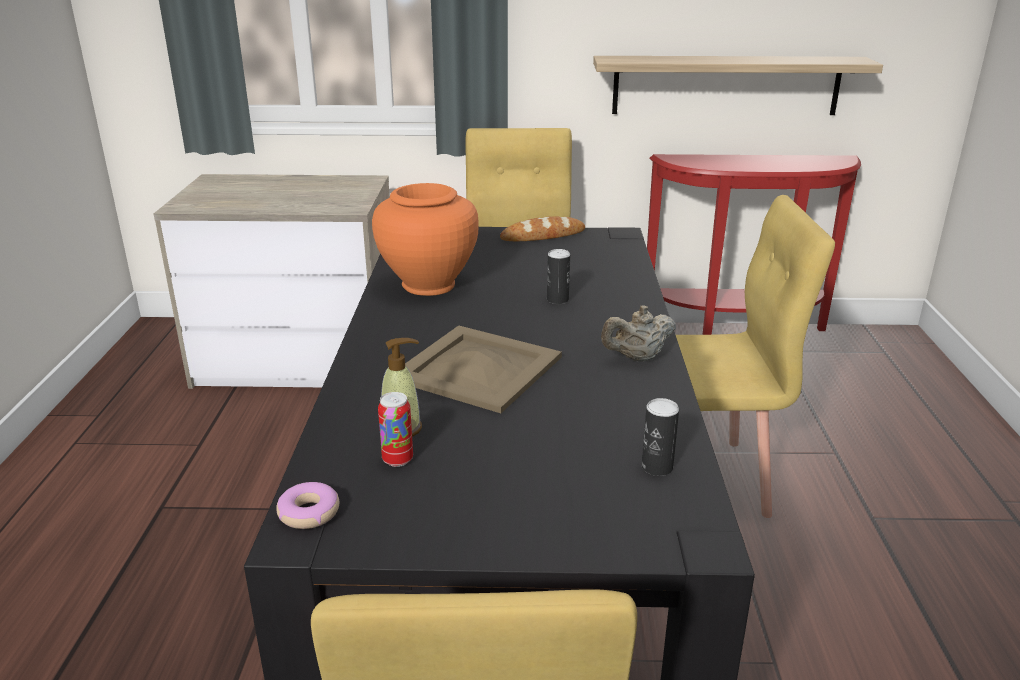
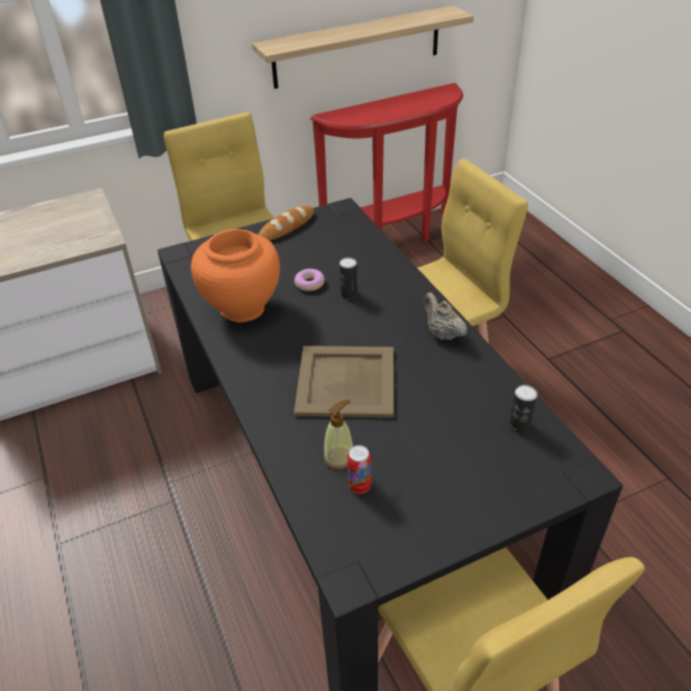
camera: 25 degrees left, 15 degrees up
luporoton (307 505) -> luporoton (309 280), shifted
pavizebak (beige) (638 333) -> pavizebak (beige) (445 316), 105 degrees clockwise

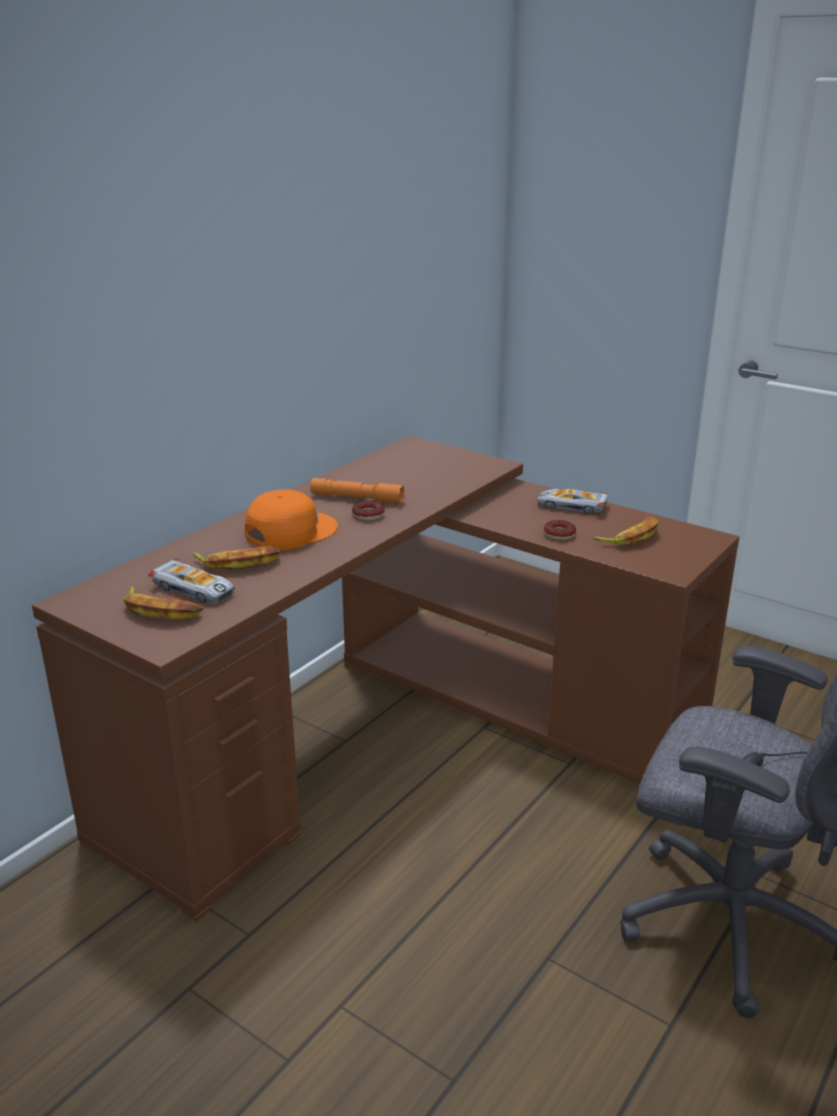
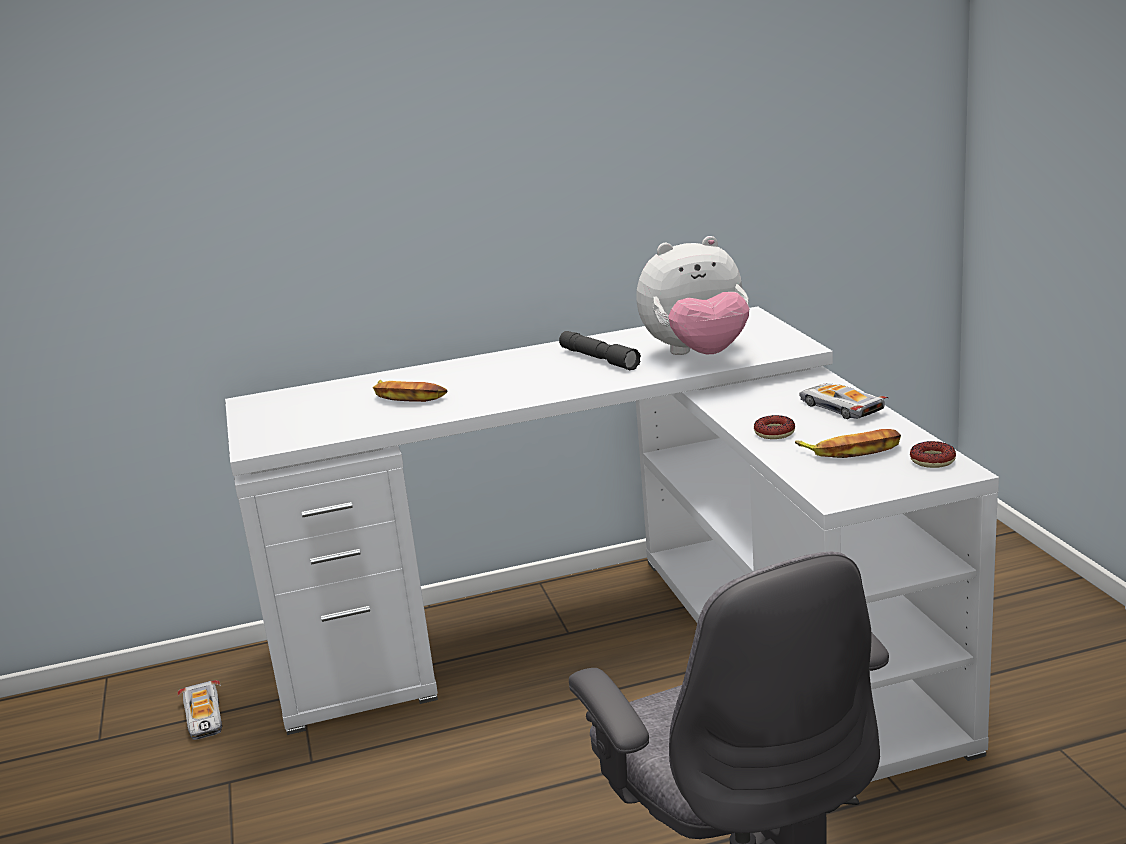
camera: 40 degrees right, 5 degrees down
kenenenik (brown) (385 678) -> kenenenik (white) (612 544)
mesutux (163 603) -> none
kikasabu (191 581) -> kikasabu (199 710), shifted
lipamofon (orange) (291 519) -> none
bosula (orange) (357 491) -> bosula (grey) (600 350)
luporoton (368 510) -> luporoton (933 454), shifted
none -> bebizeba (692 295)

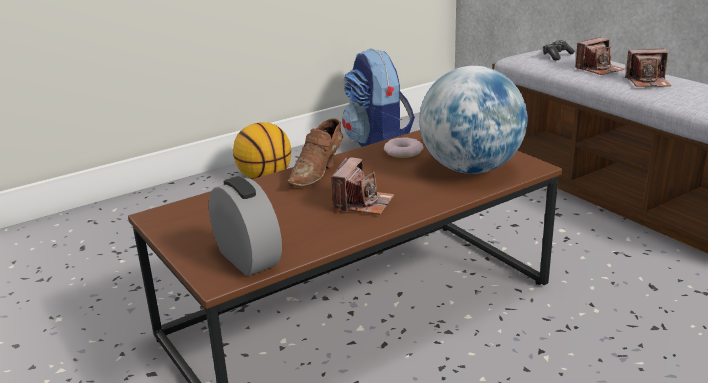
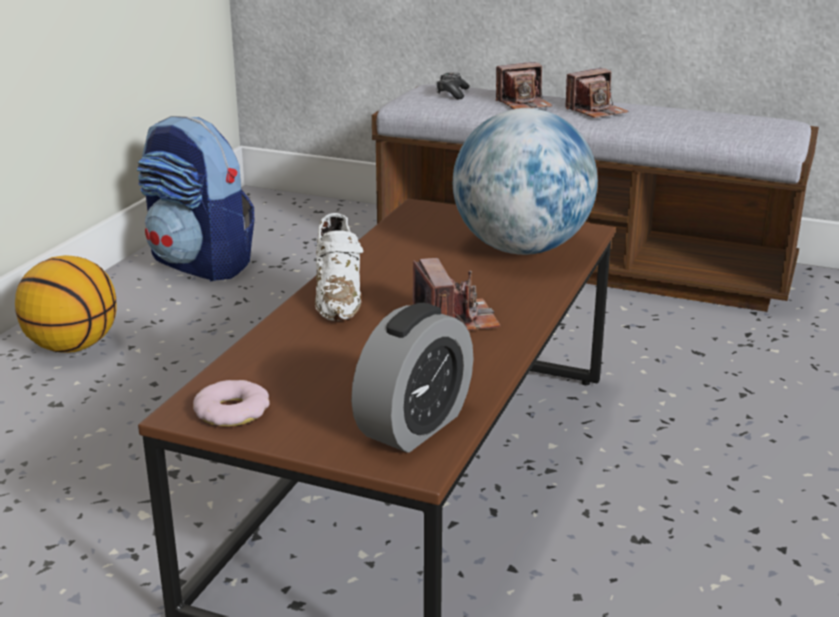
camera: 35 degrees left, 0 degrees up
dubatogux (245 226) -> dubatogux (412 378), 105 degrees clockwise
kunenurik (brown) (315 152) -> kunenurik (white) (339 267)
luporoton (403 147) -> luporoton (231 403), shifted
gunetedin (600 56) -> gunetedin (524 85), 45 degrees clockwise

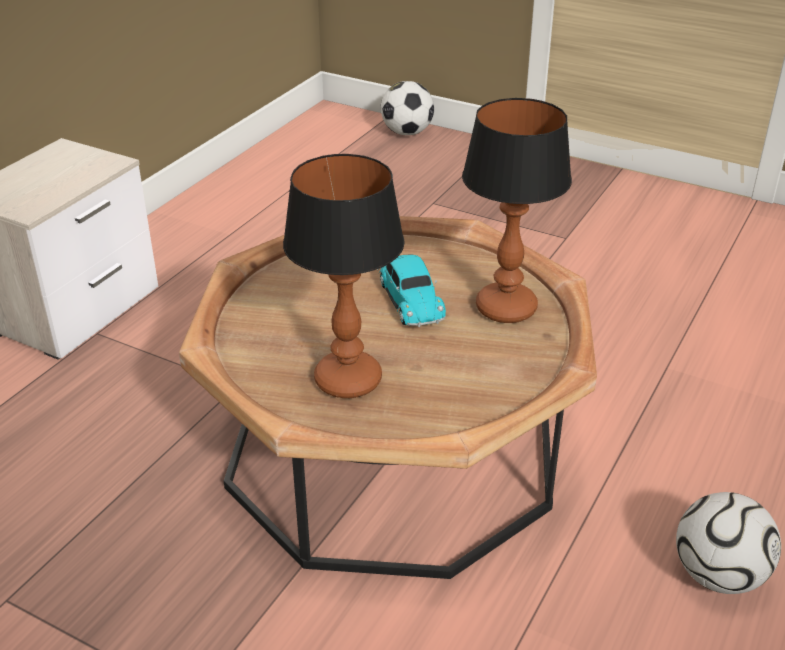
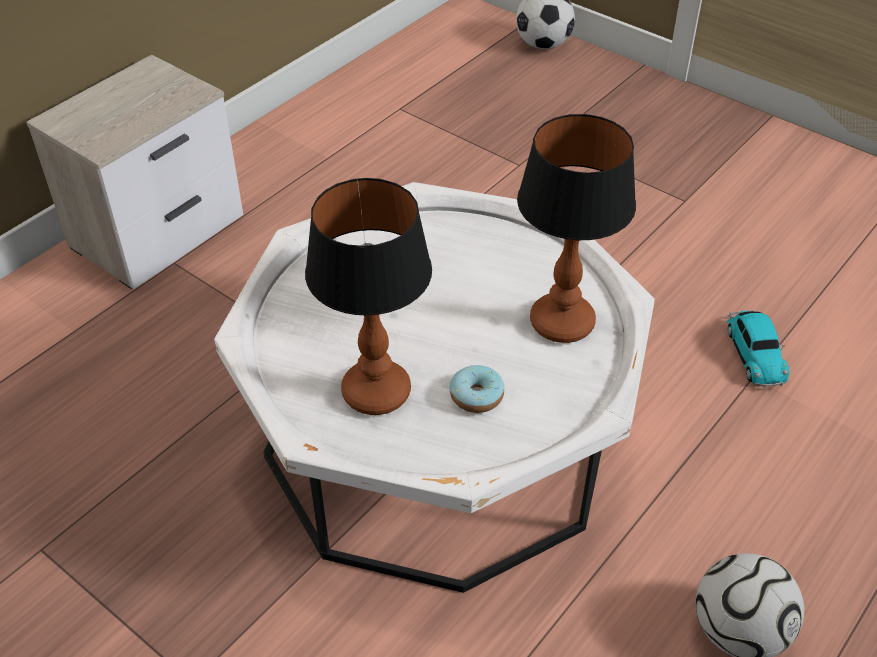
camera: 10 degrees right, 10 degrees up
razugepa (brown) (388 397) -> razugepa (white) (434 387)
kikasabu (411 290) -> kikasabu (757 349), shifted
none -> luporoton (476 389)

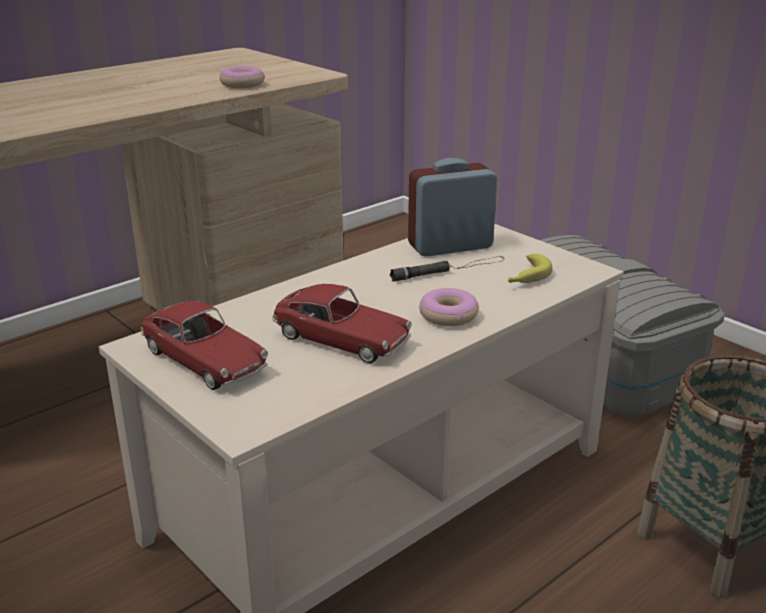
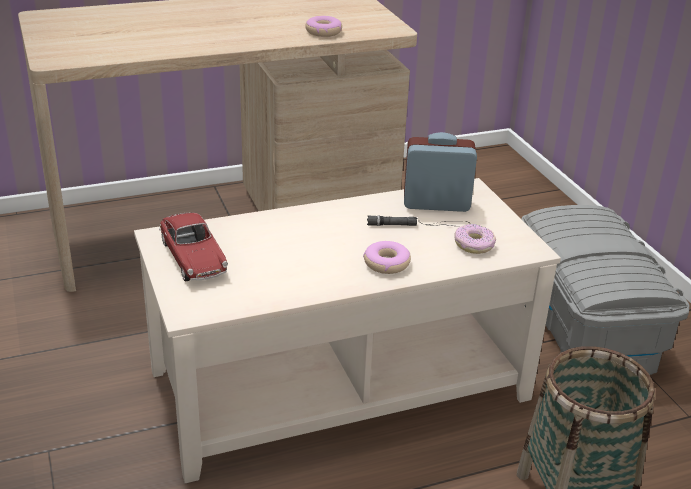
camera: 20 degrees right, 5 degrees up
kikasabu (341 323) -> none
mesutux (530 268) -> luporoton (475 239)

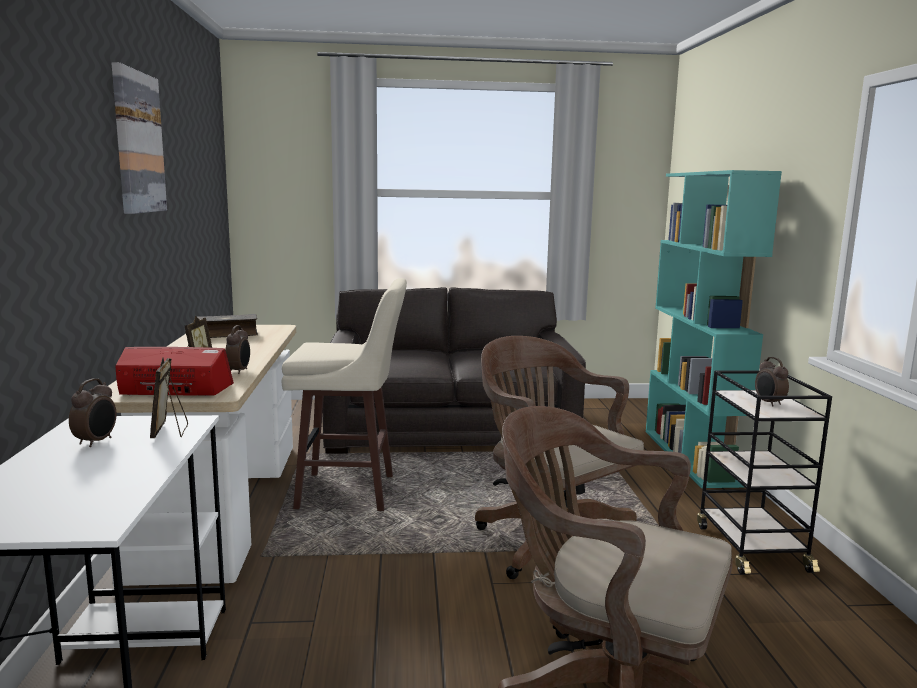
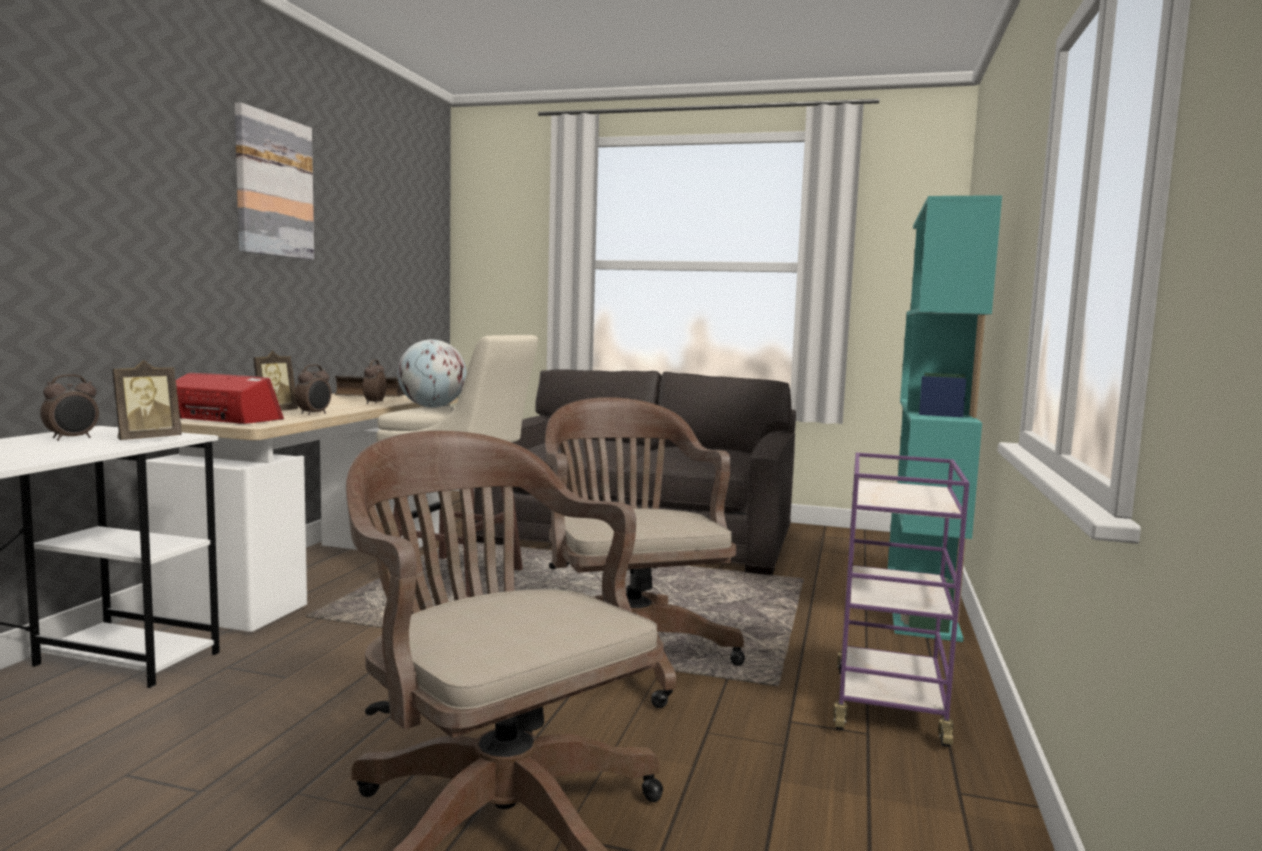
camera: 20 degrees right, 5 degrees down
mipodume (169 398) -> mipodume (147 400), 150 degrees counterclockwise
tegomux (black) (764 473) -> tegomux (purple) (901 600)
dubatogux (772 382) -> dubatogux (374 381), shifted
none -> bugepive (432 373)

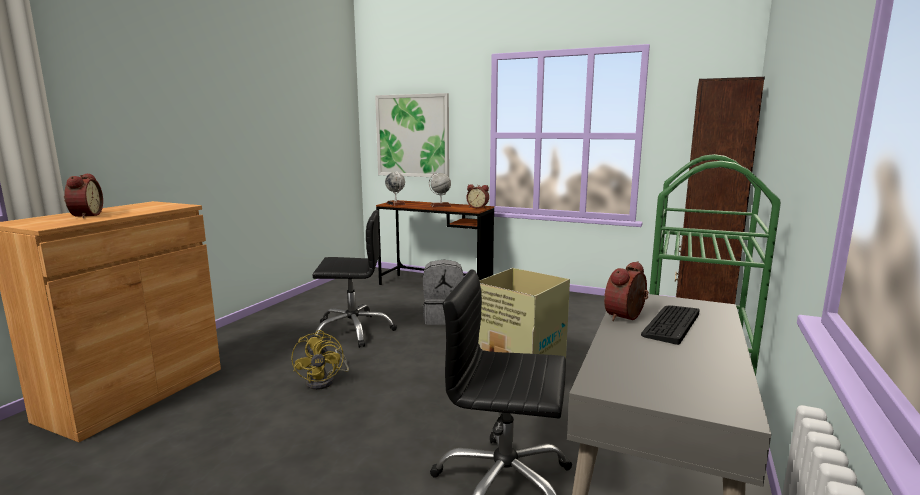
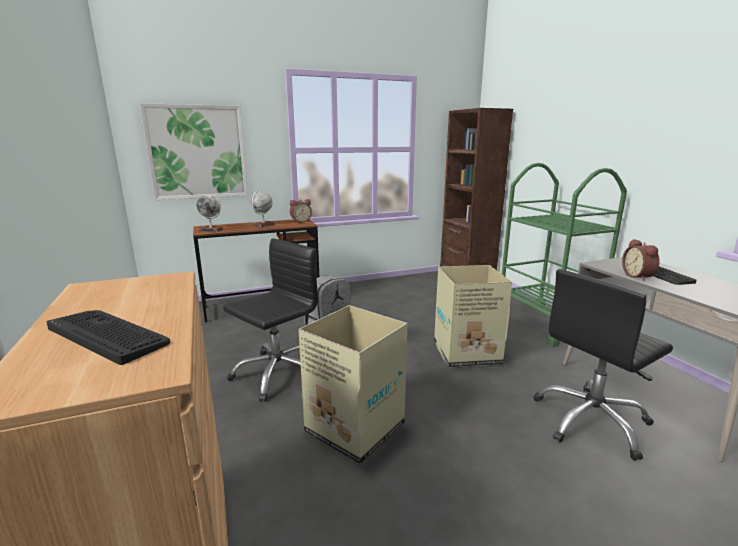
camera: 45 degrees left, 5 degrees up
dubatogux (83 195) -> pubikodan (108 337)
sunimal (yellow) (320 360) -> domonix (353 384)

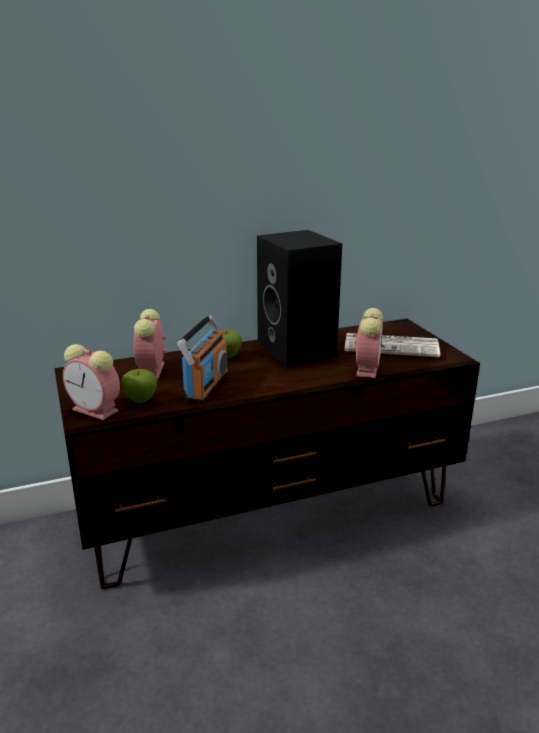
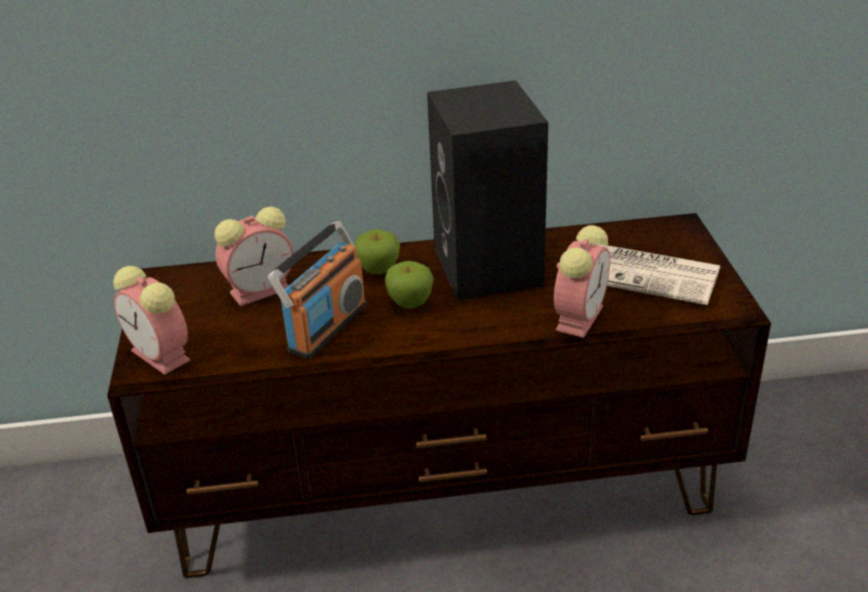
camera: 15 degrees right, 10 degrees up
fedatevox (139 386) -> fedatevox (409 285), shifted
dubatogux (150 344) -> dubatogux (254 256), 135 degrees counterclockwise

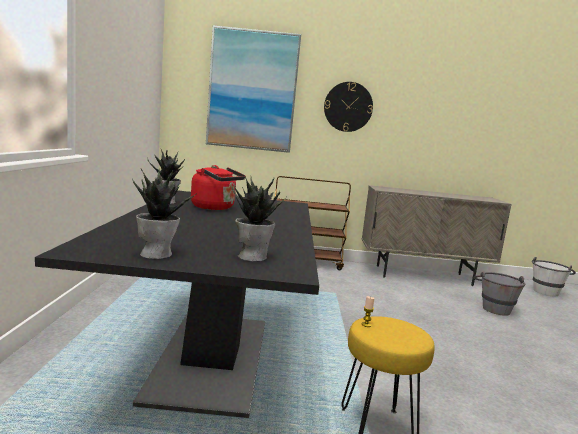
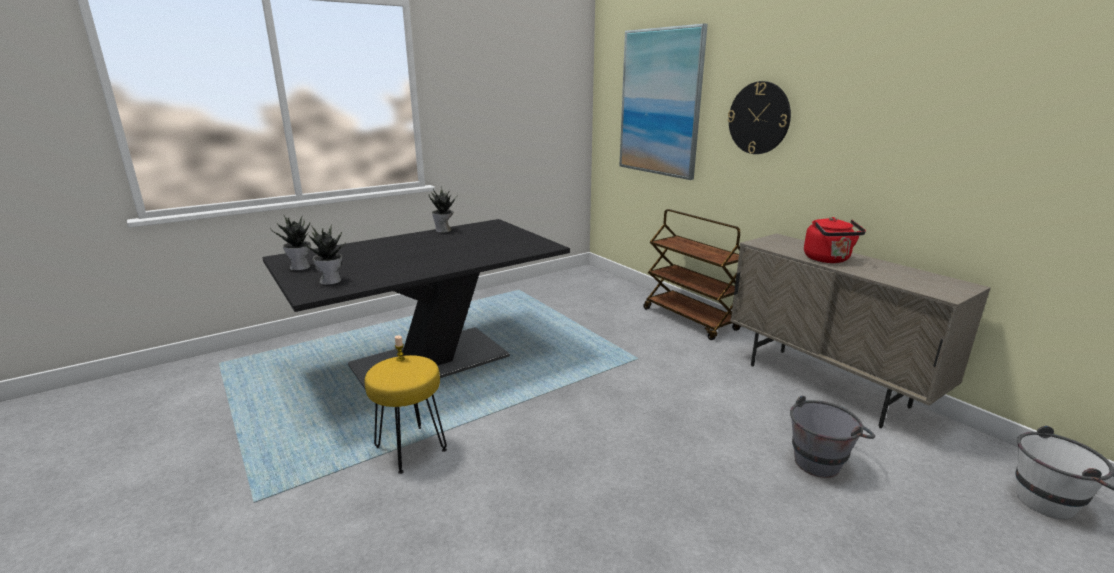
camera: 55 degrees right, 10 degrees up
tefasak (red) (218 187) -> tefasak (red) (835 240), shifted

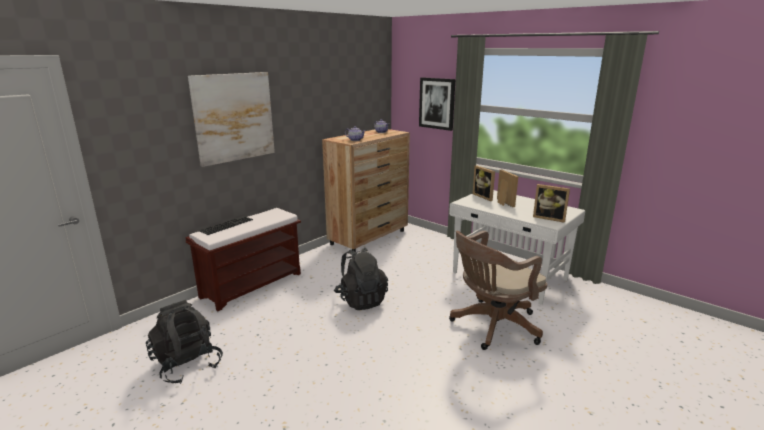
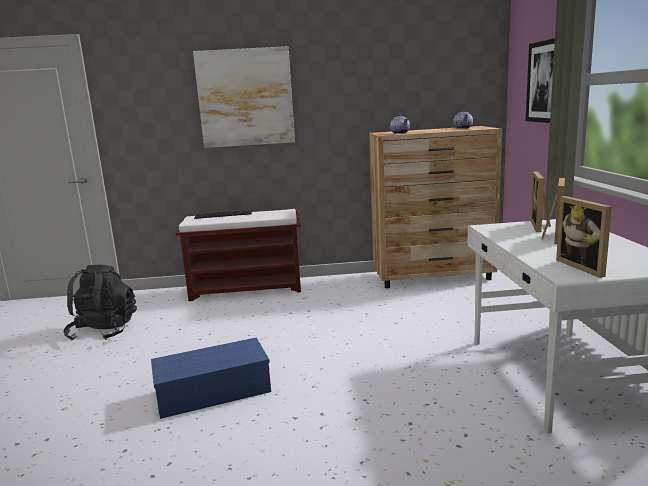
camera: 45 degrees right, 5 degrees down
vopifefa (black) (361 278) -> none
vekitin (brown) (498 290) -> none
none -> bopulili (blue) (211 378)

